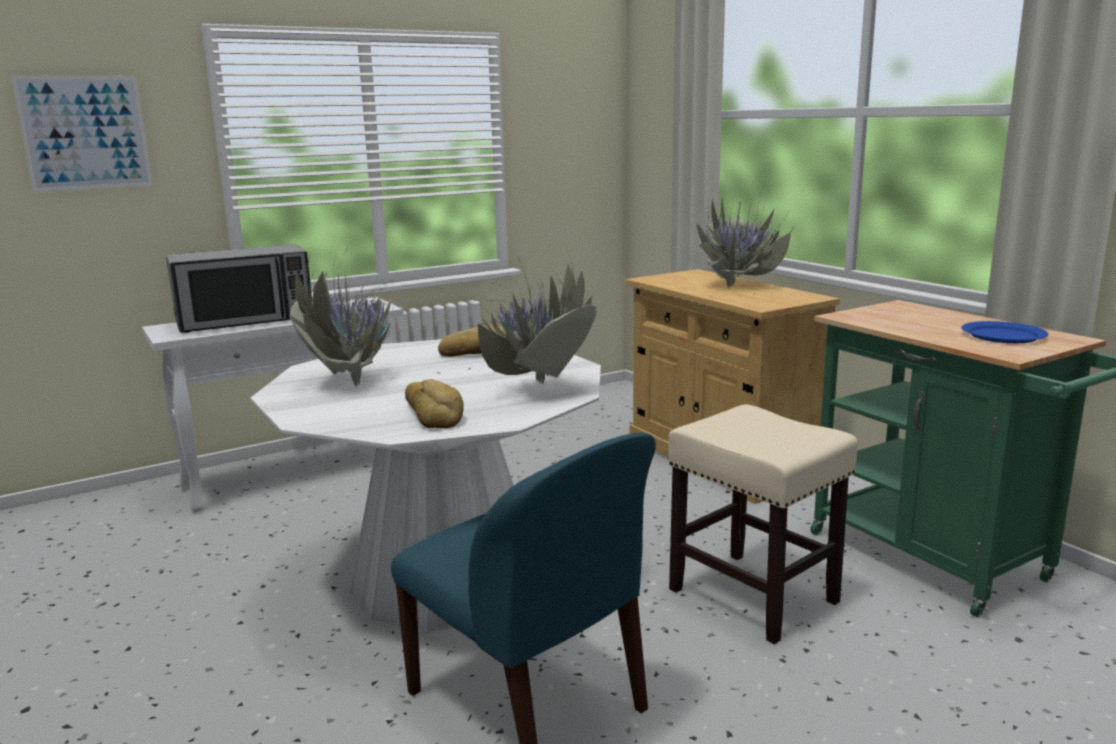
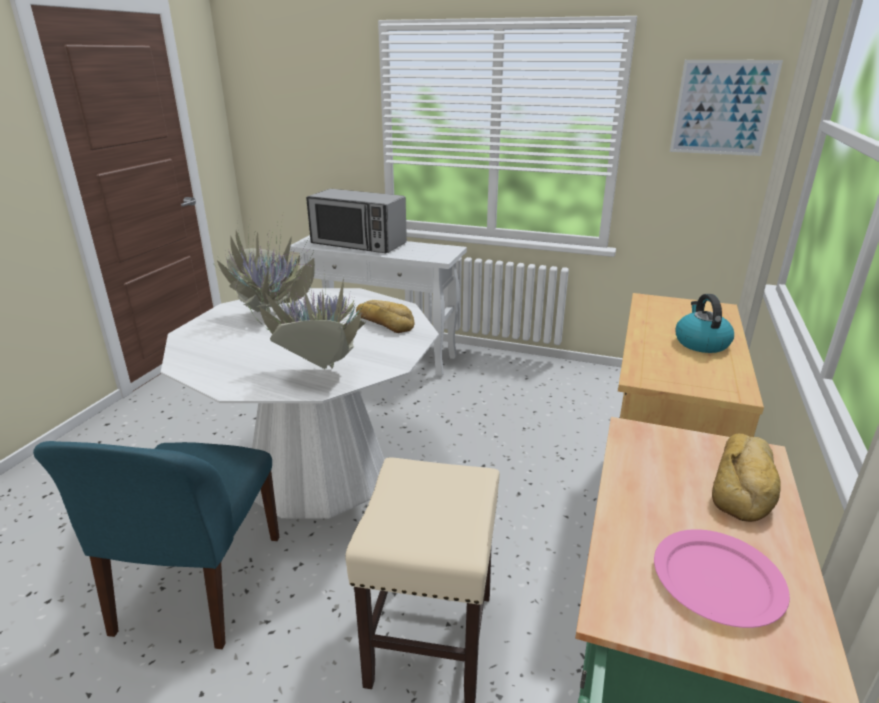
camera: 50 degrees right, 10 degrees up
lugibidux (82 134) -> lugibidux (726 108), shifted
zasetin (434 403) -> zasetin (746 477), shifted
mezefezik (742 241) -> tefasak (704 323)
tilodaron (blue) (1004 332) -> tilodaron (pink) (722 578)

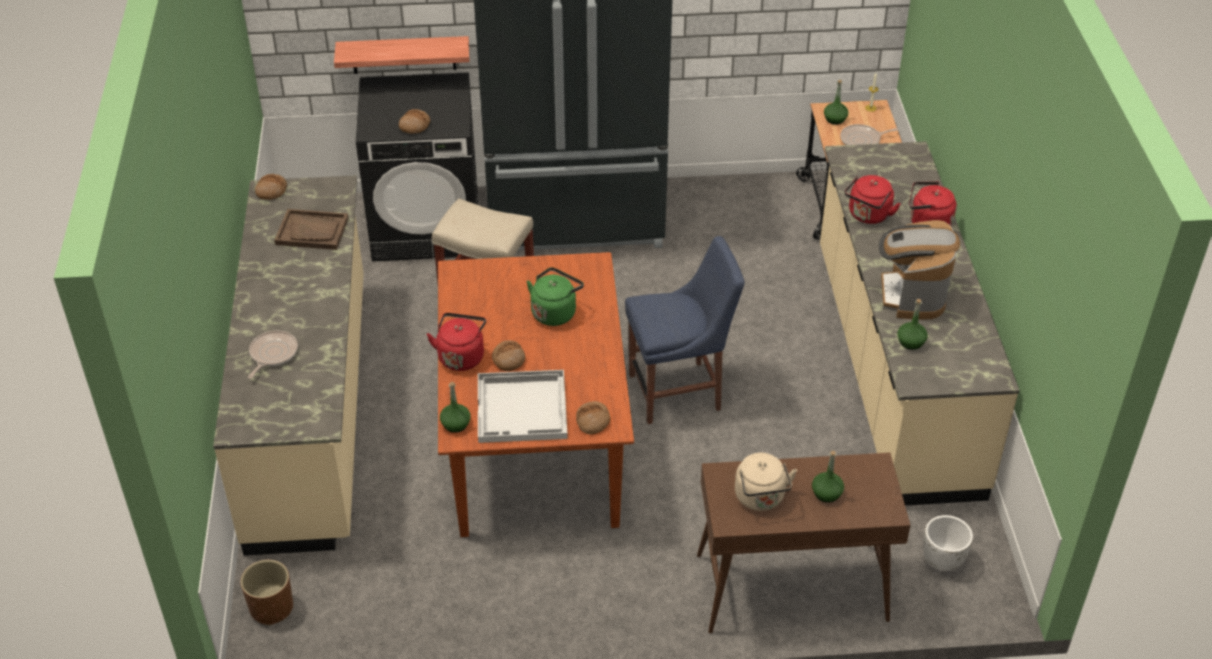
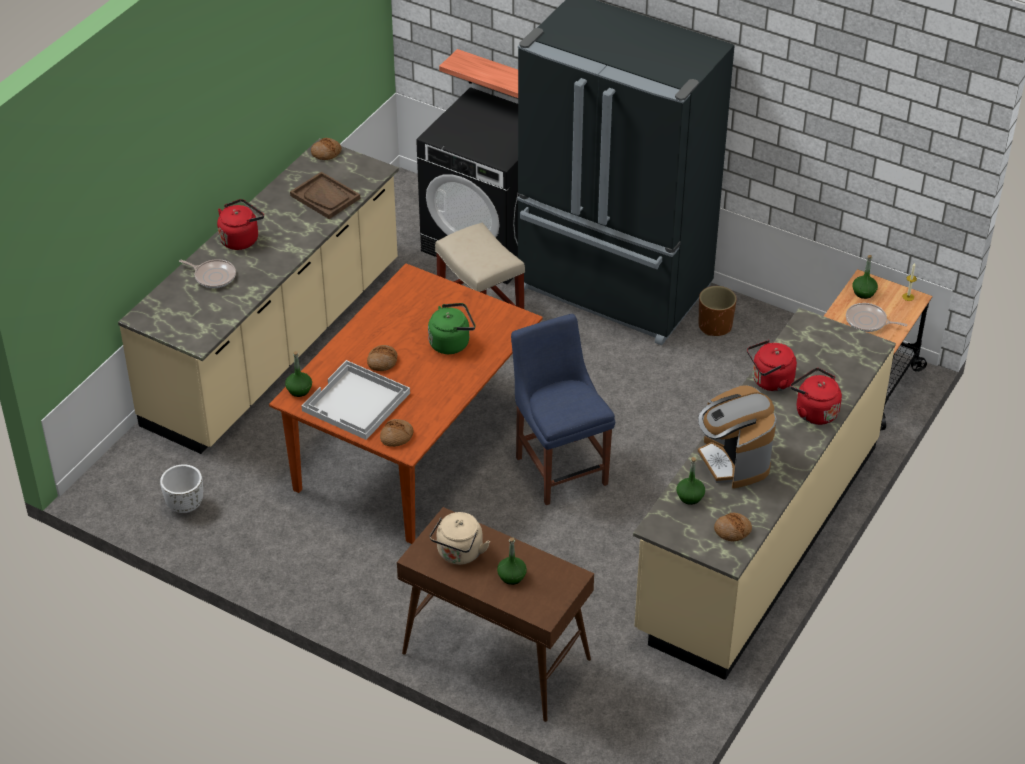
camera: 35 degrees right, 0 degrees up
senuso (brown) (266 592) -> senuso (brown) (717 311), shifted
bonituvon (273 355) -> bonituvon (207 273), 60 degrees clockwise
zasetin (414 121) -> zasetin (733 527), shifted
tefasak (red) (456 342) -> tefasak (red) (240 224), shifted
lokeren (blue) (685 330) -> lokeren (blue) (563 409), 135 degrees counterclockwise
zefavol (919 269) -> zefavol (737 437), 60 degrees counterclockwise
senuso (white) (948 543) -> senuso (white) (181 488), shifted

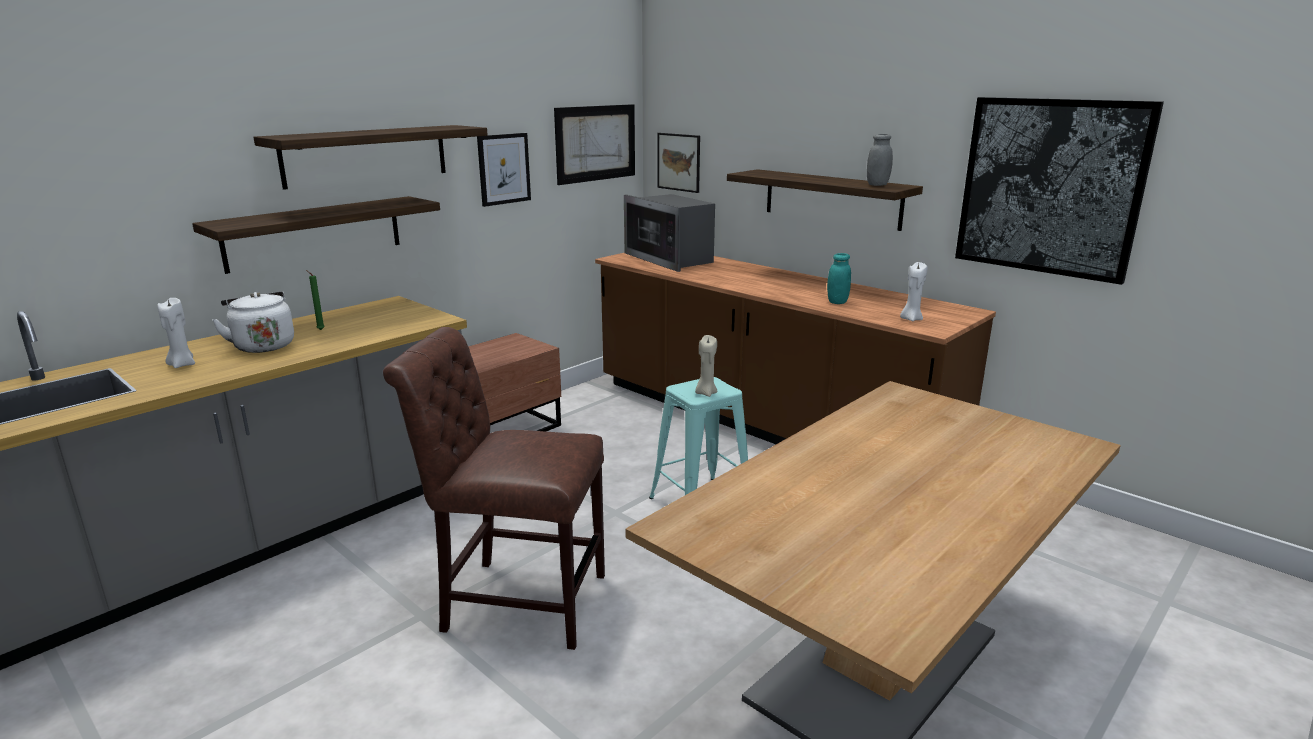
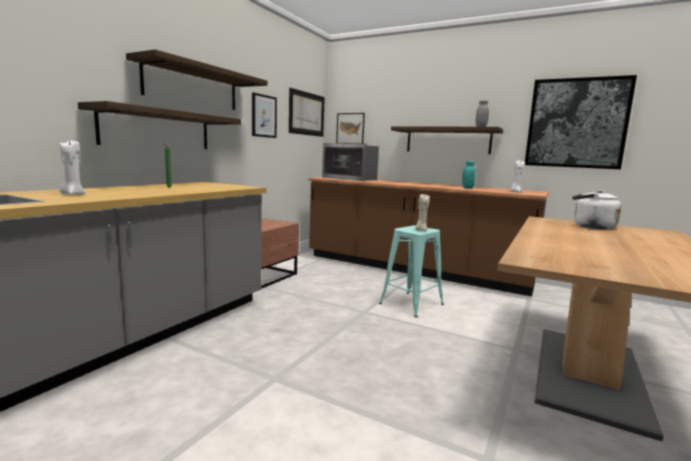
camera: 15 degrees left, 10 degrees down
tefasak (white) (253 322) -> tefasak (white) (596 209), shifted
lokeren (brown) (494 488) -> none

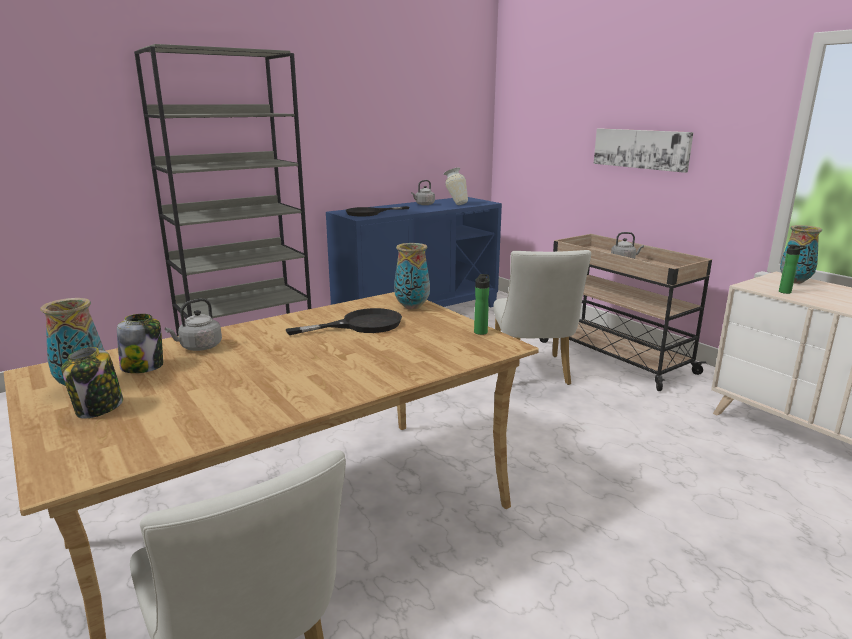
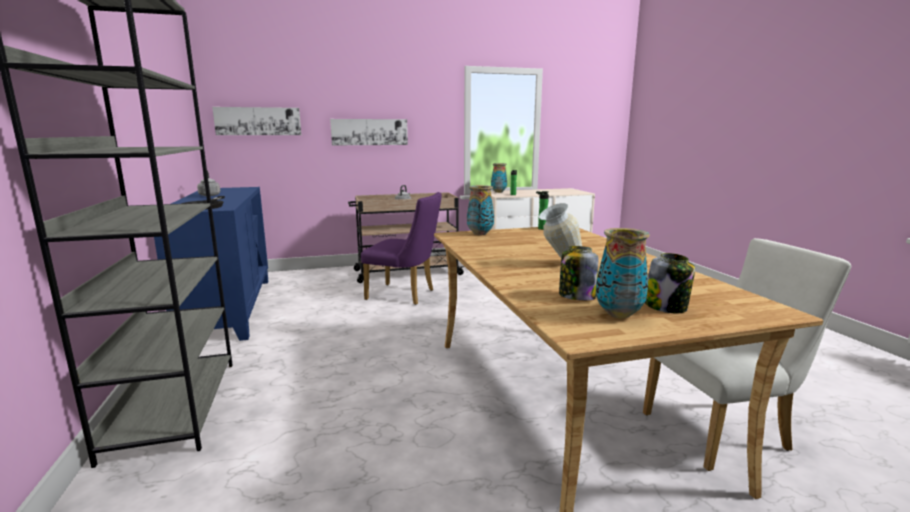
camera: 70 degrees left, 5 degrees down
tefasak (grey) (193 324) -> none
bonituvon (black) (344 321) -> none
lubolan (456 186) -> lubolan (560 230), shifted
lokeren (white) (542 317) -> lokeren (purple) (401 248)
none -> lugibidux (256 121)

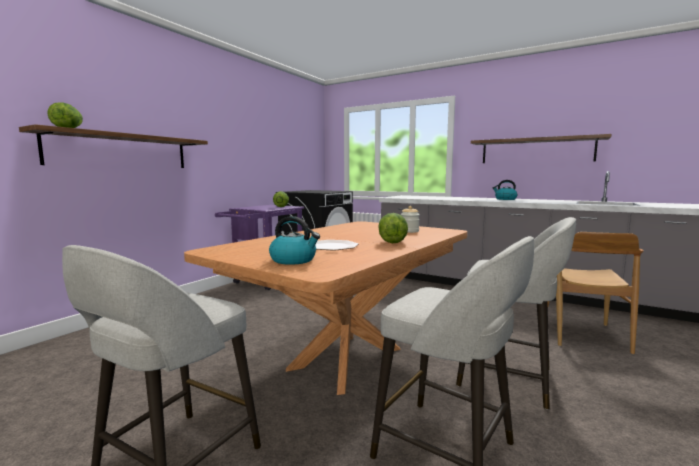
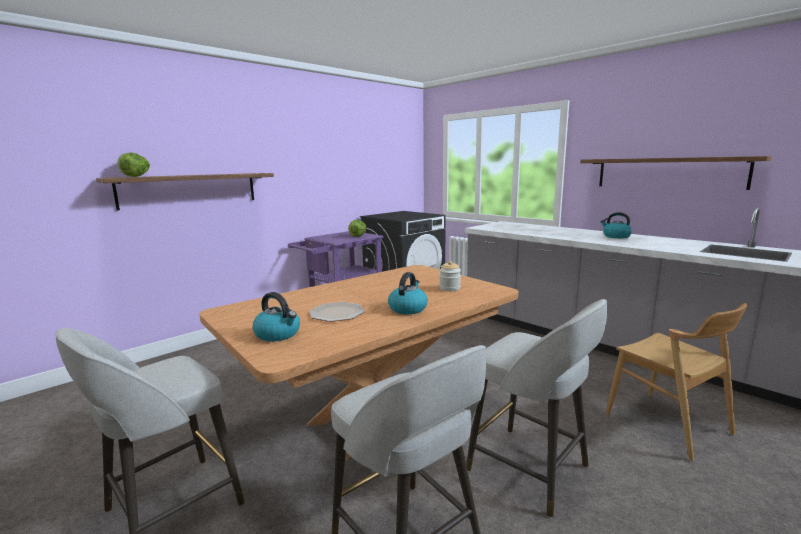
camera: 15 degrees right, 5 degrees up
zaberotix (393 228) -> tefasak (408 293)
lokeren (brown) (595 293) -> lokeren (brown) (677 382), 60 degrees counterclockwise

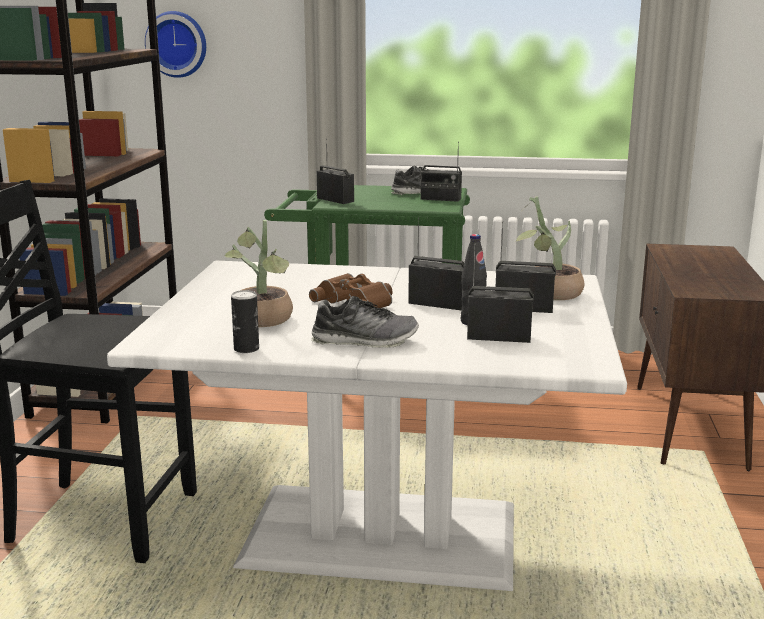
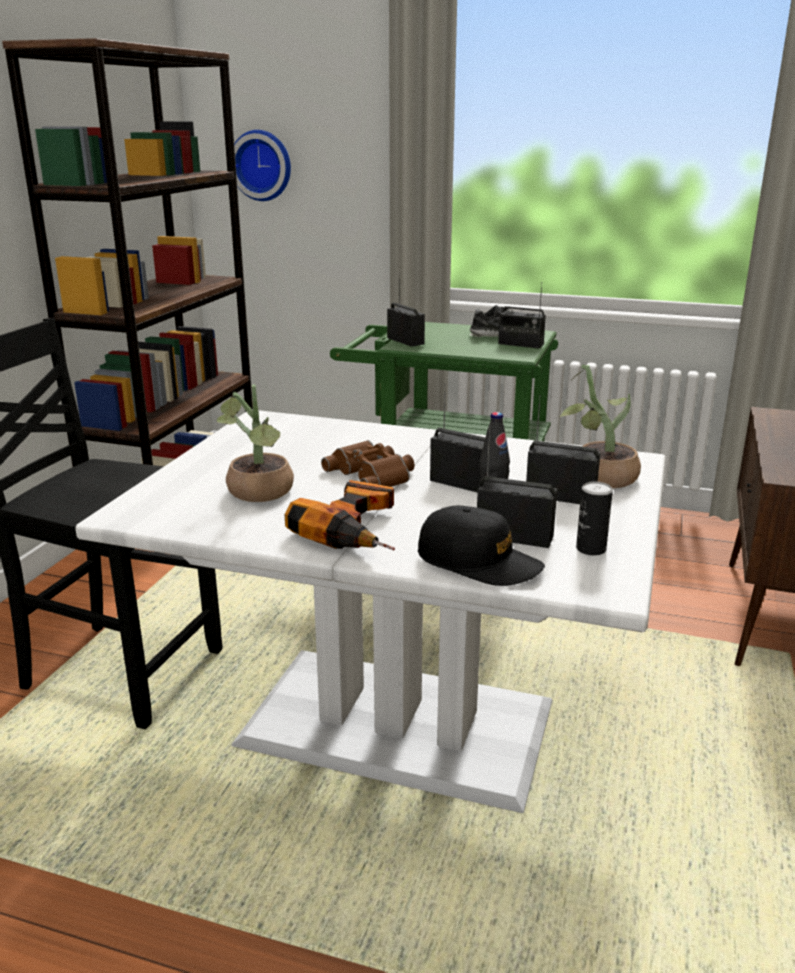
camera: 10 degrees right, 5 degrees up
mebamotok (245 321) -> mebamotok (594 518), shifted
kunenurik (365 322) -> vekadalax (340 515)
none -> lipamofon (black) (481 546)

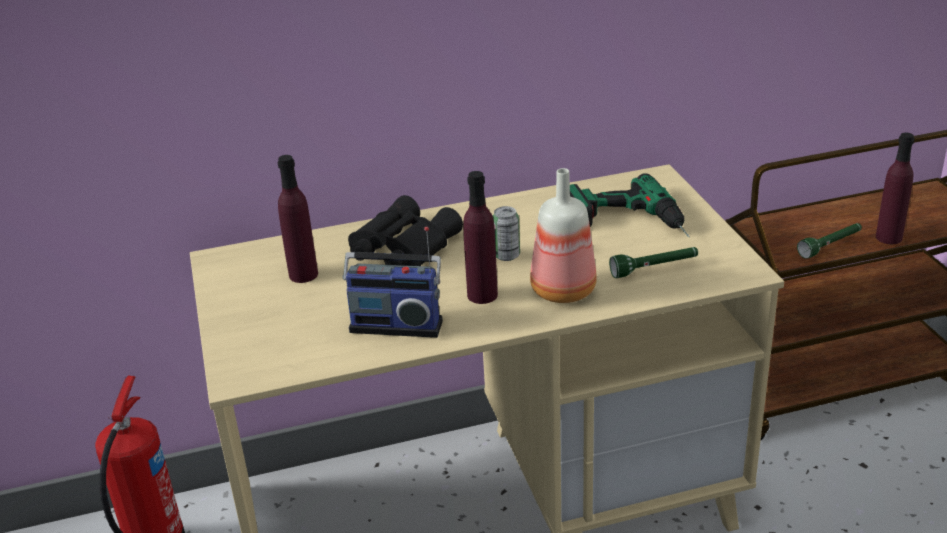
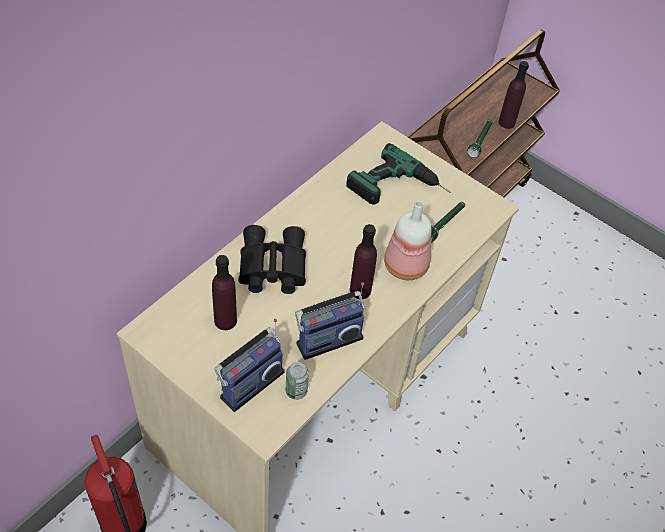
camera: 40 degrees left, 20 degrees up
mebamotok (506 233) -> mebamotok (297 381), shifted
none -> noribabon (249 365)

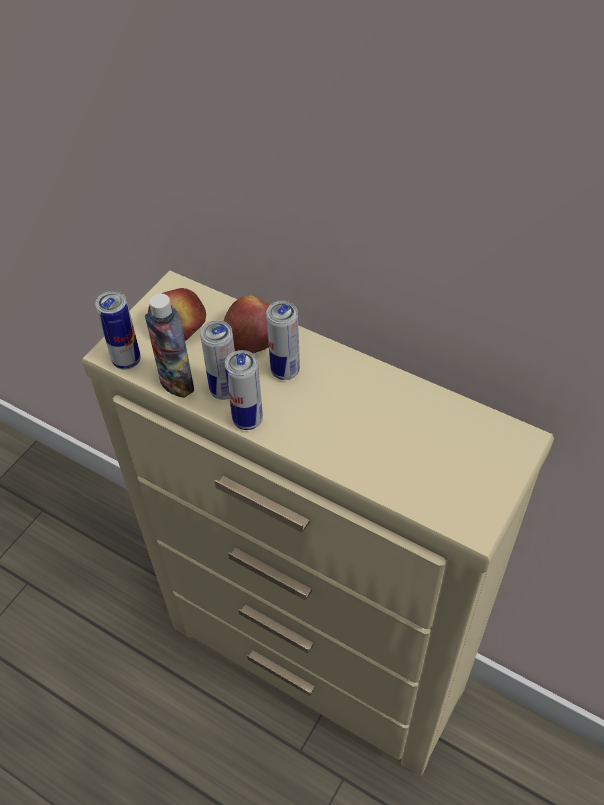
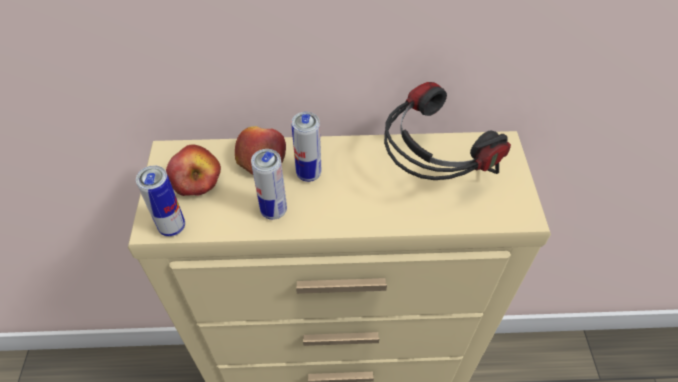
camera: 35 degrees left, 0 degrees up
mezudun (169 346) -> none
mebamotok (244 390) -> none
none -> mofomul (447 131)

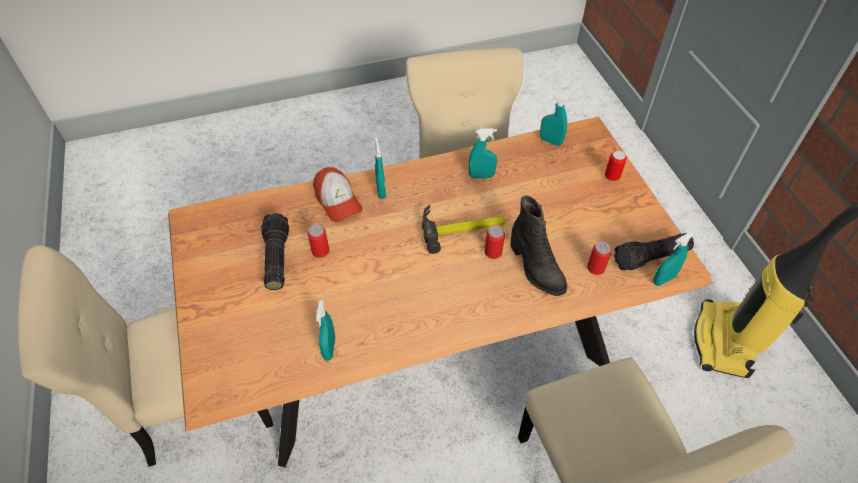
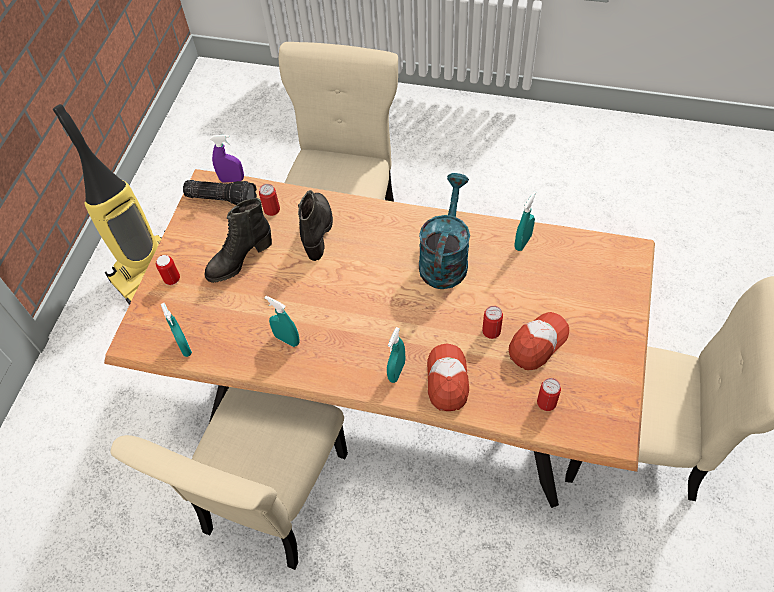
camera: 145 degrees left, 5 degrees up
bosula (275 251) -> lipamofon (539 341)
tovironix (463 229) -> none
mebamotok (495 242) -> mebamotok (549 394), shifted
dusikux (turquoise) (673 259) -> dusikux (purple) (227 159)
none -> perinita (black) (238 240)
none -> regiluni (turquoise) (444 231)

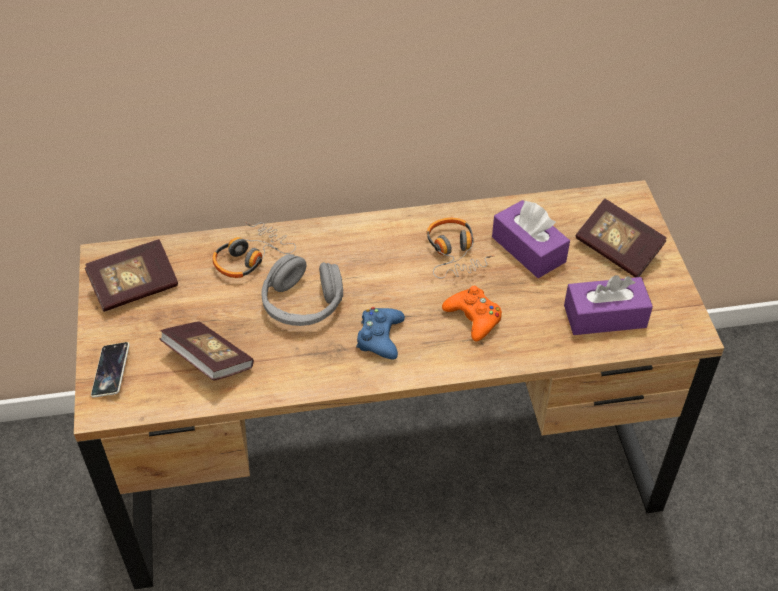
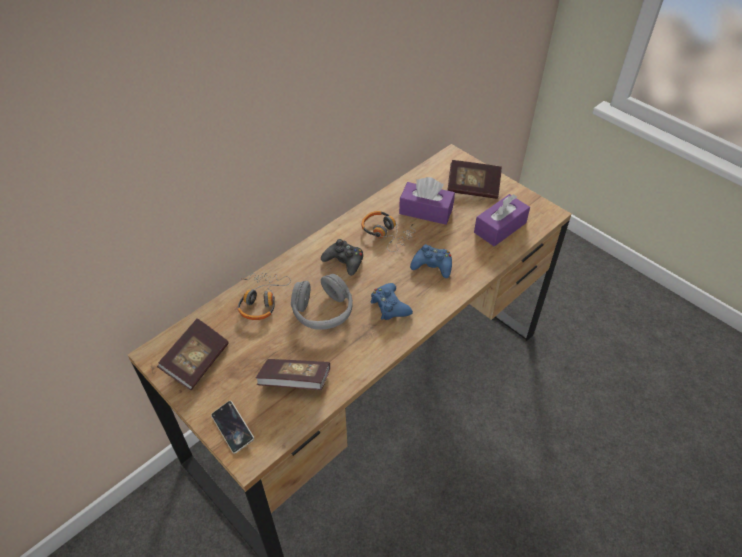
camera: 35 degrees left, 0 degrees up
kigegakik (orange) (472 313) -> kigegakik (blue) (431 261)
none -> kigegakik (black) (342 257)

